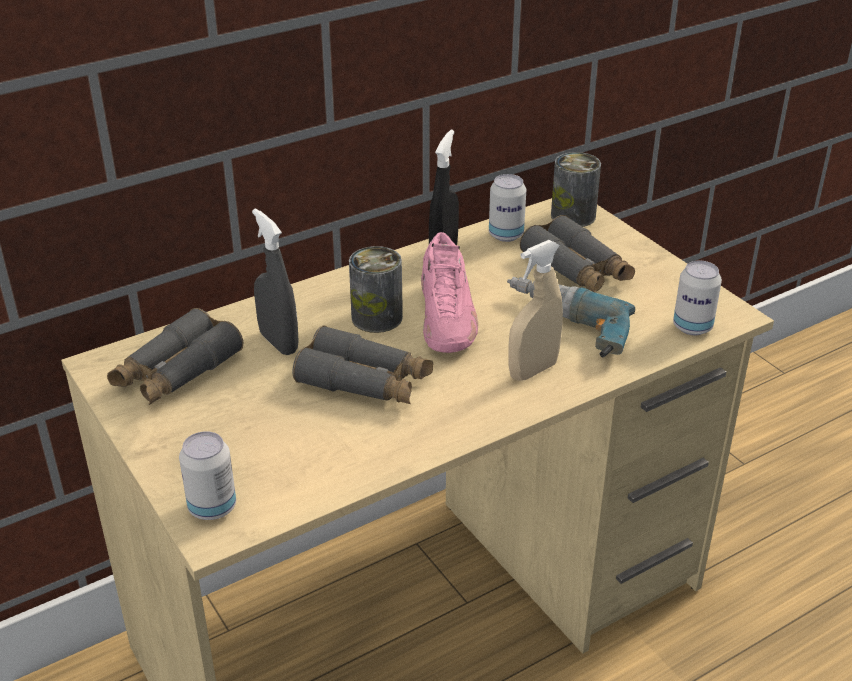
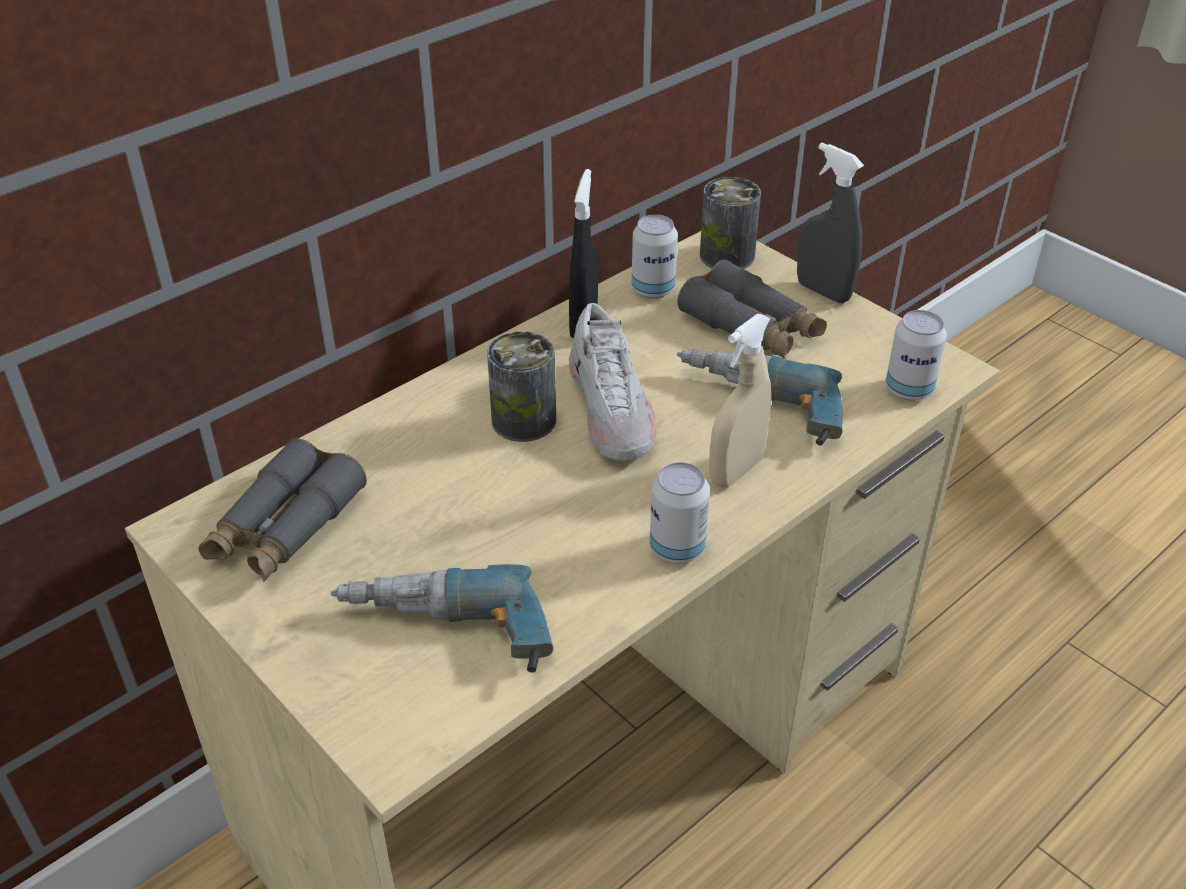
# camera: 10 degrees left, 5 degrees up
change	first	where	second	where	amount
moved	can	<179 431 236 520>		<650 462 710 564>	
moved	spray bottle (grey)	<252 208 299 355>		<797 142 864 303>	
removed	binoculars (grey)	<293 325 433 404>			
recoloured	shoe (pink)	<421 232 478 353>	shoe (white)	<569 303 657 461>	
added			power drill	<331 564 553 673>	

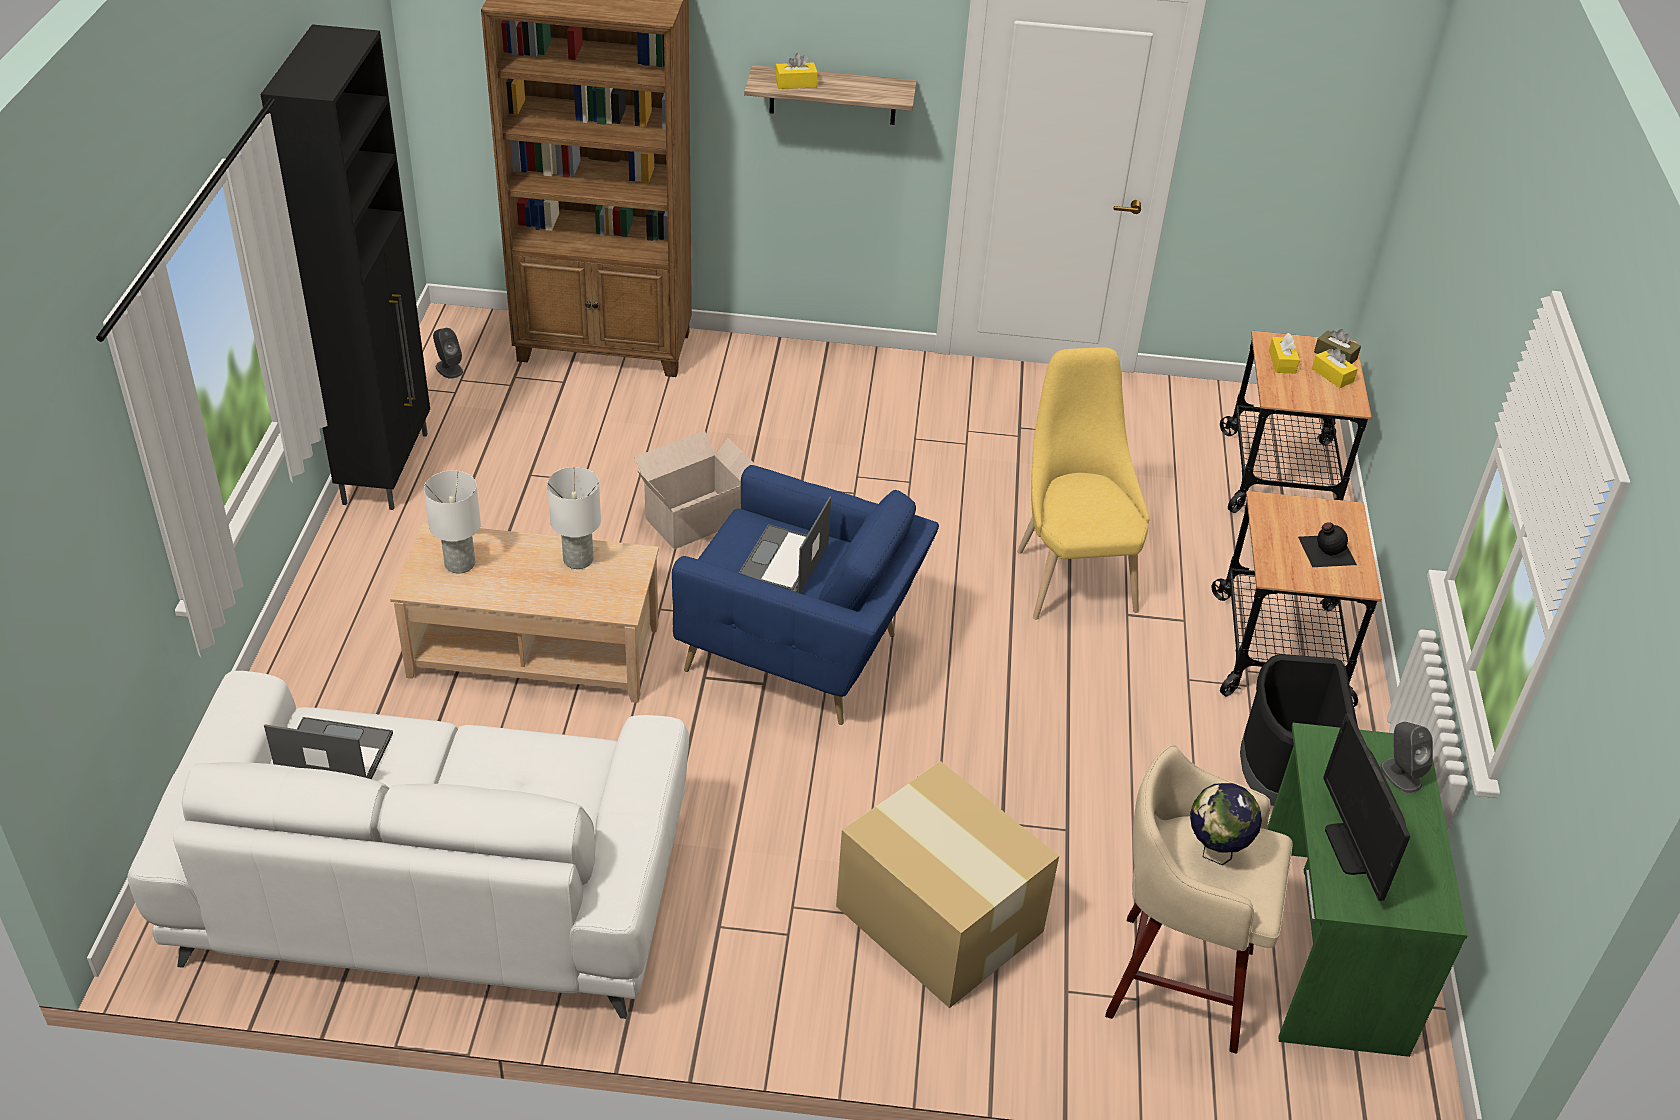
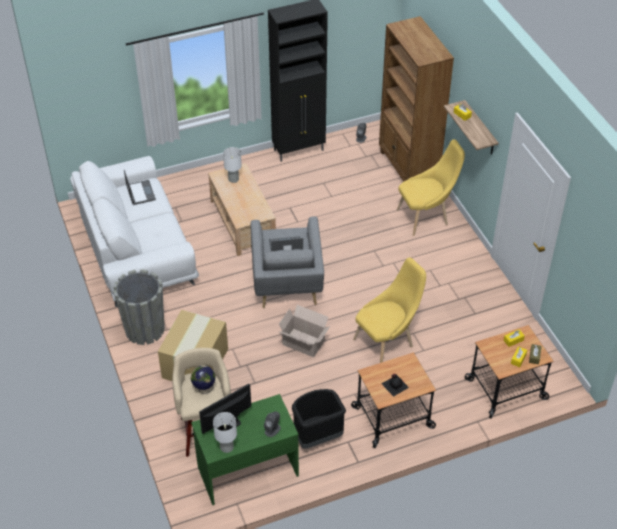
# camera: 65 degrees right, 5 degrees up
change	first	where	second	where	amount
moved	table lamp (white)	<547 467 601 569>		<213 412 237 453>	
moved	cardboard box	<634 430 756 549>		<279 305 330 357>	
recoloured	armchair (blue)	<672 465 939 725>	armchair (grey)	<251 216 324 308>	
added			planter (grey)	<113 269 165 345>	
added			chair (yellow)	<397 139 465 236>	

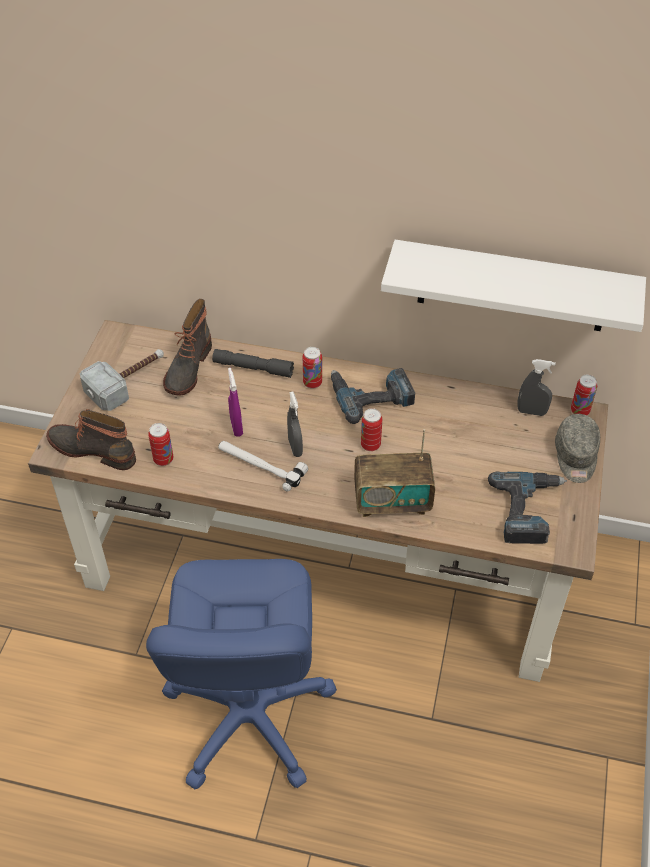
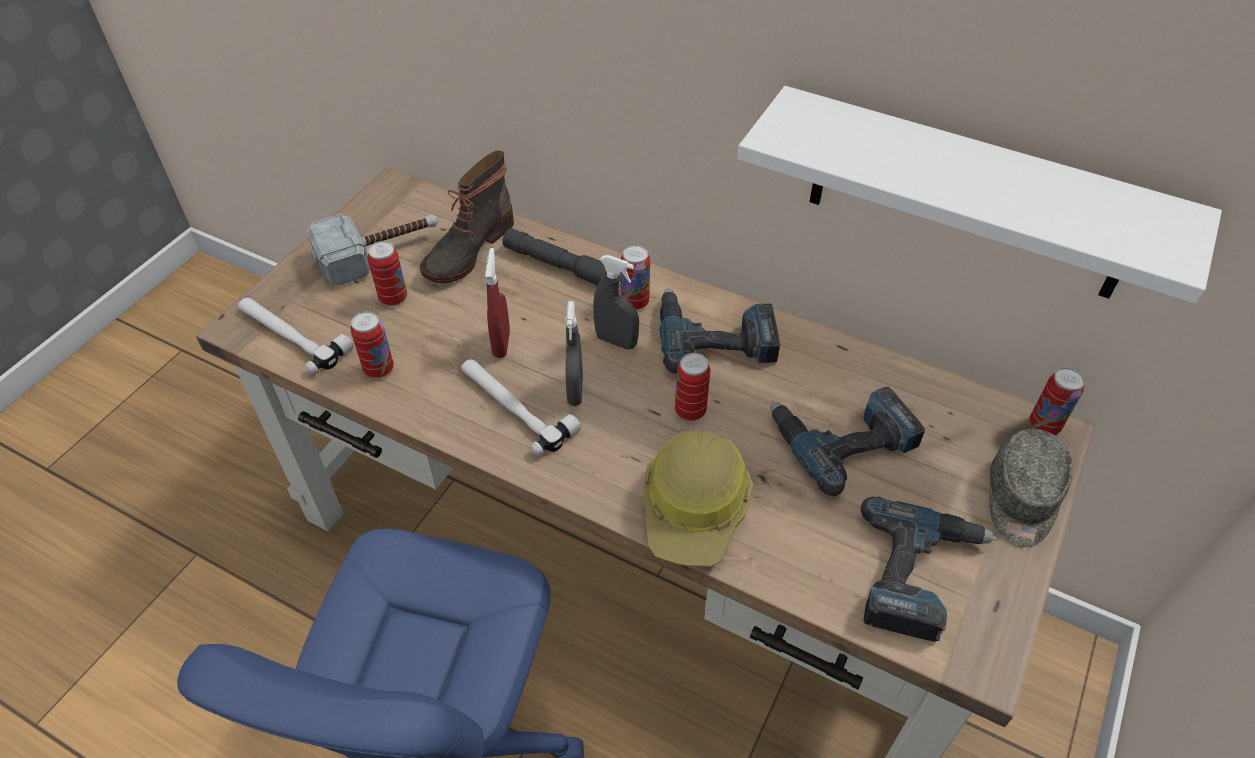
# camera: 15 degrees right, 0 degrees up
change	first	where	second	where	amount
replaced	boot	<46 409 136 470>	hammer	<238 298 353 374>	
recoloured	spray bottle (purple)	<228 368 243 437>	spray bottle (red)	<485 248 510 358>	
replaced	radio	<354 429 435 517>	hard hat	<642 431 753 567>	
moved	spray bottle (grey)	<517 359 556 416>		<593 255 639 350>	
added			can	<368 241 407 306>	
added			power drill	<770 386 925 496>	

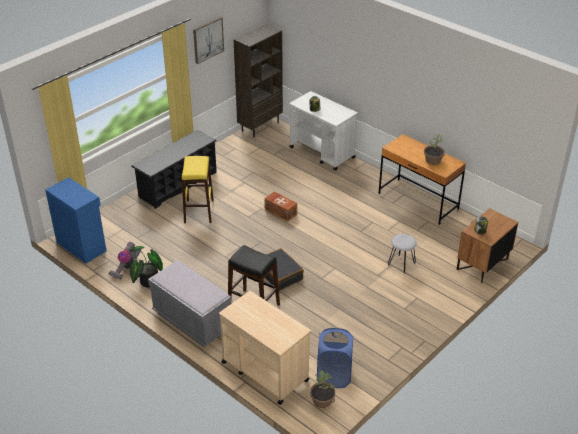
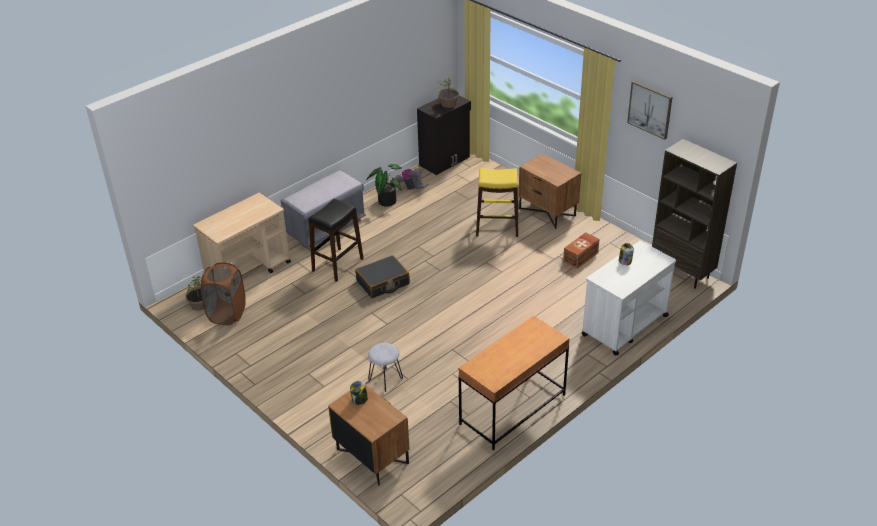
# camera: 95 degrees right, 0 degrees up
change	first	where	second	where	amount
recoloured	cabinet (blue)	<45 177 106 264>	cabinet (black)	<417 95 471 175>	
replaced	shoe rack (black)	<131 130 217 209>	nightstand (brown)	<518 154 581 229>	
moved	storage box (brown)	<264 192 297 222>		<563 232 600 269>	
recoloured	laundry basket (blue)	<317 328 353 388>	laundry basket (brown)	<201 263 245 325>	
moved	potted plant	<424 134 445 165>		<437 76 459 108>	

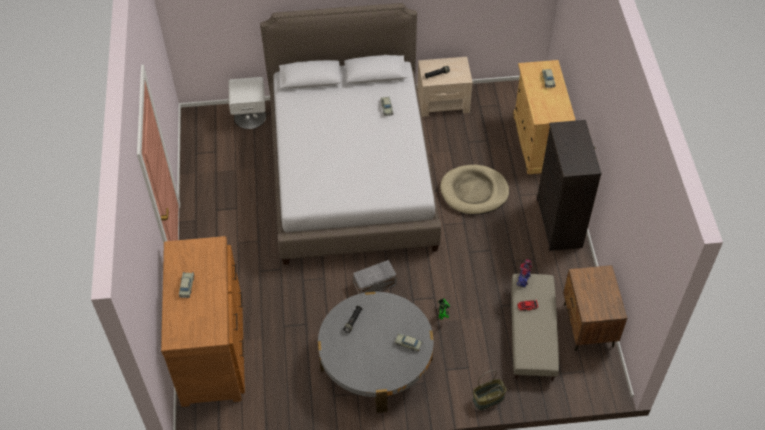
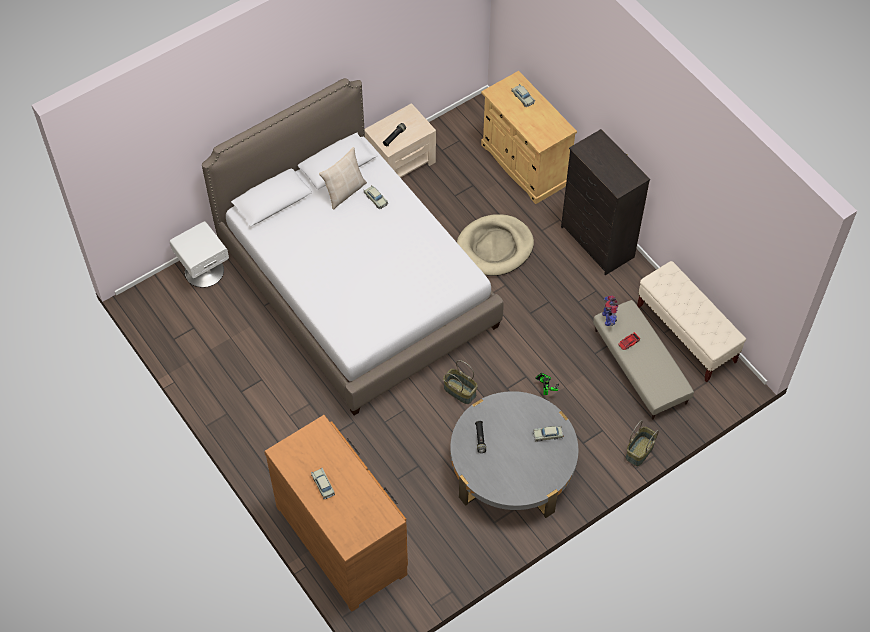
# camera: 30 degrees left, 5 degrees up
change	first	where	second	where	amount
replaced	storage box (grey)	<353 260 397 294>	basket	<443 360 478 404>	
replaced	nightstand (brown)	<563 265 627 351>	bench (beige)	<637 261 746 382>	
added			pillow (beige)	<319 147 367 210>	

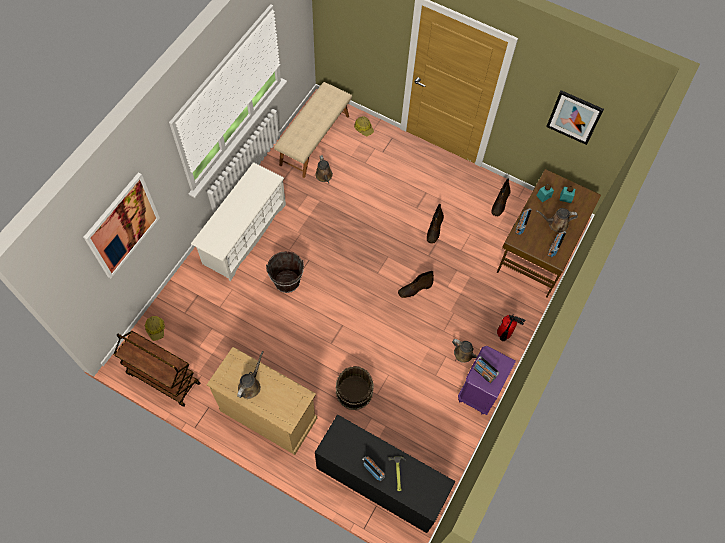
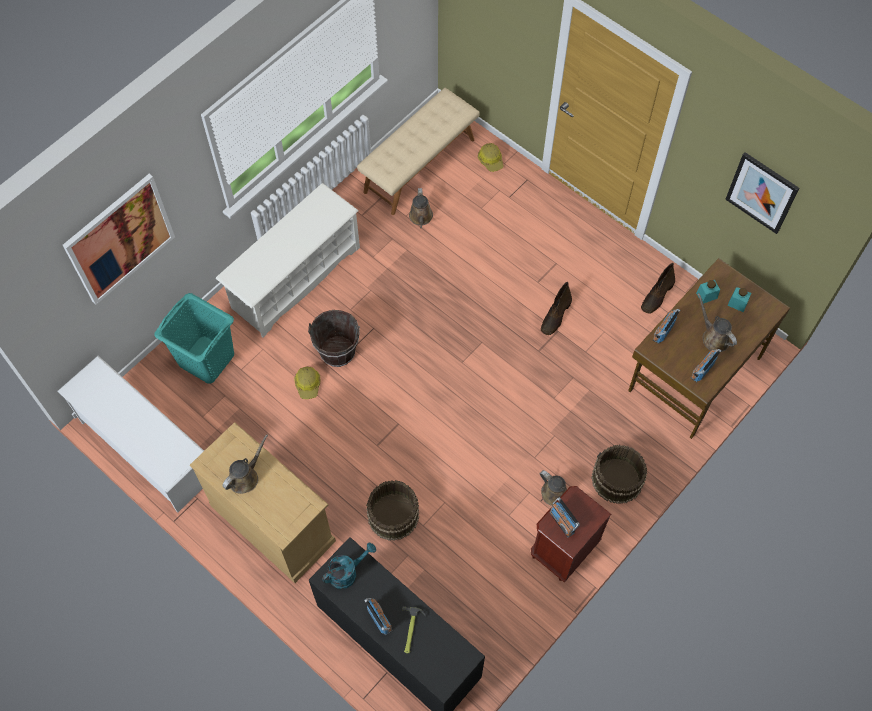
# camera: 15 degrees right, 0 degrees up
change	first	where	second	where	amount
replaced	cart (brown)	<113 331 200 407>	shoe rack (white)	<57 356 204 512>	
moved	hard hat	<145 316 165 341>		<294 367 320 399>	
removed	boot (brown)	<398 271 434 298>			
recoloured	nightstand (purple)	<458 346 516 415>	nightstand (brown)	<531 486 611 583>	
replaced	fire extinguisher	<497 315 525 341>	bucket (brown)	<591 445 647 504>	
turned	watering can (brown)	<536 208 578 233>		<698 293 737 352>	45 degrees clockwise
added			laundry basket (turquoise)	<154 293 234 384>	
added			watering can (turquoise)	<322 542 376 589>	

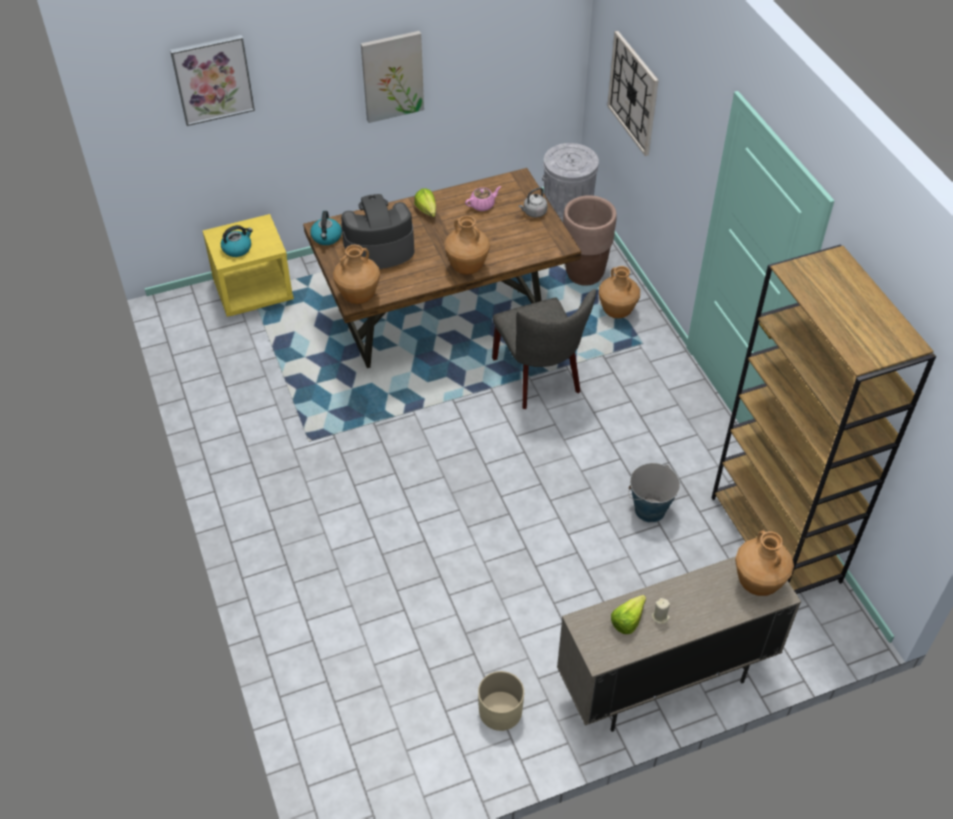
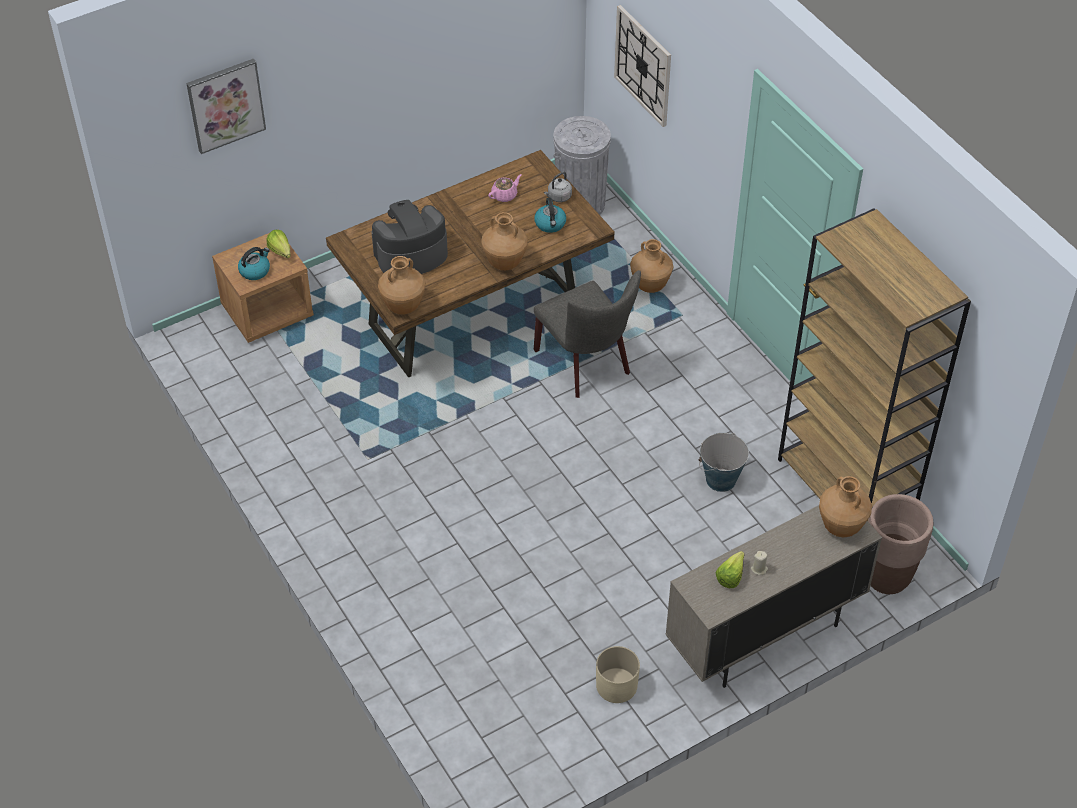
# camera: 10 degrees left, 0 degrees up
change	first	where	second	where	amount
recoloured	nightstand (yellow)	<203 214 294 317>	nightstand (brown)	<212 229 314 343>	
moved	kettle	<310 211 342 245>		<534 198 566 233>	
removed	picture	<361 31 424 123>			
moved	lettuce	<414 189 436 217>		<266 230 291 258>	
moved	planter (brown)	<563 195 617 286>		<868 494 933 594>	

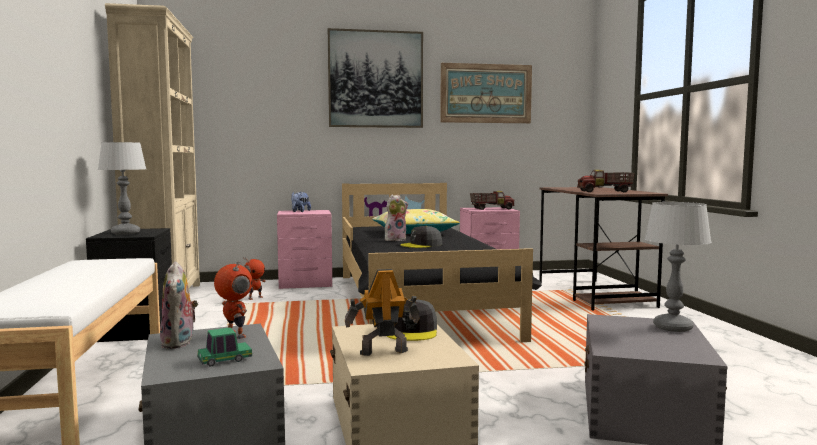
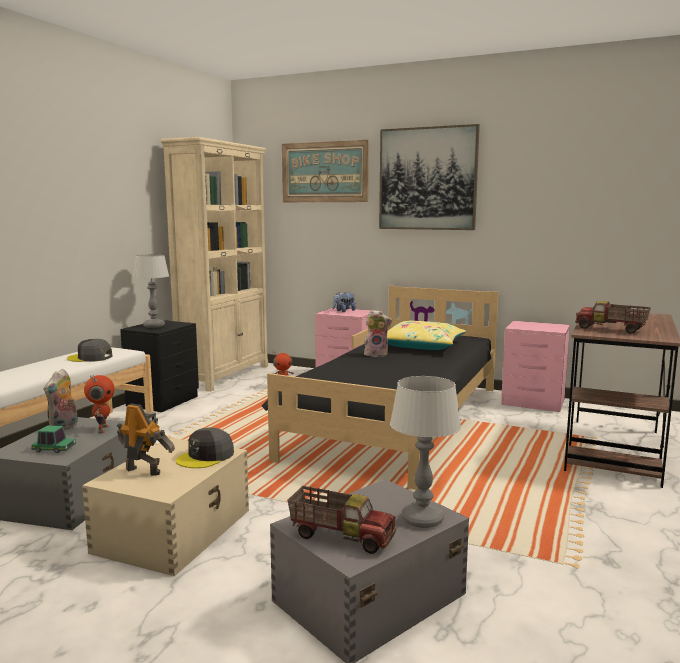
# camera: 35 degrees right, 5 degrees up
change	first	where	second	where	amount
moved	cap (grey)	<400 226 442 248>		<67 339 113 362>	
moved	picture	<440 63 532 123>		<282 140 369 202>	
moved	toy truck	<470 191 515 210>		<287 486 396 554>	

